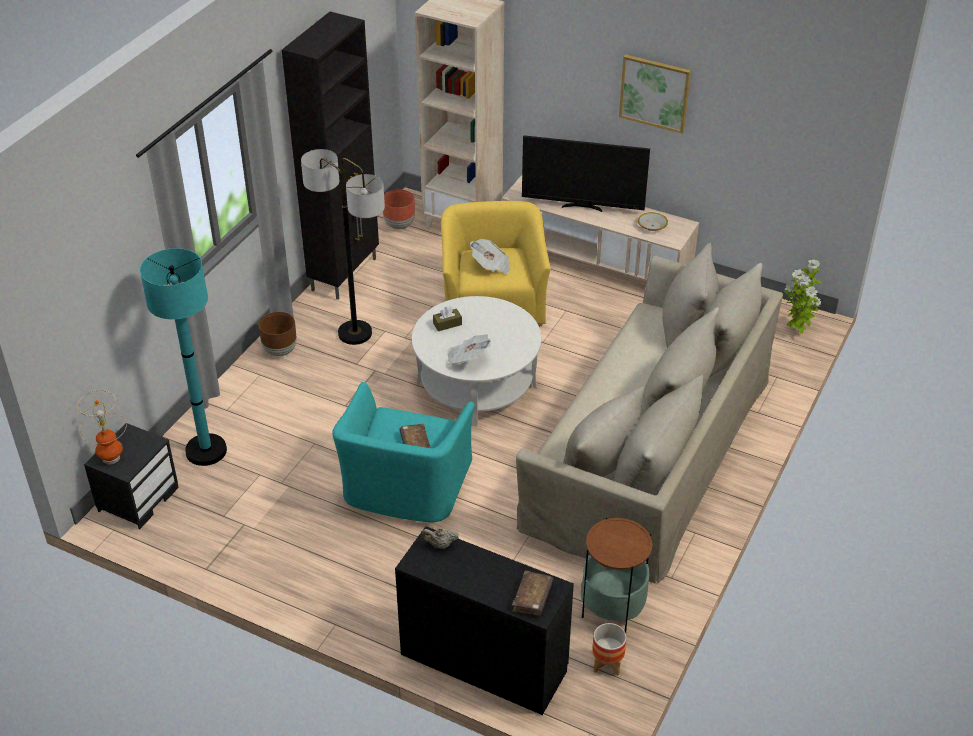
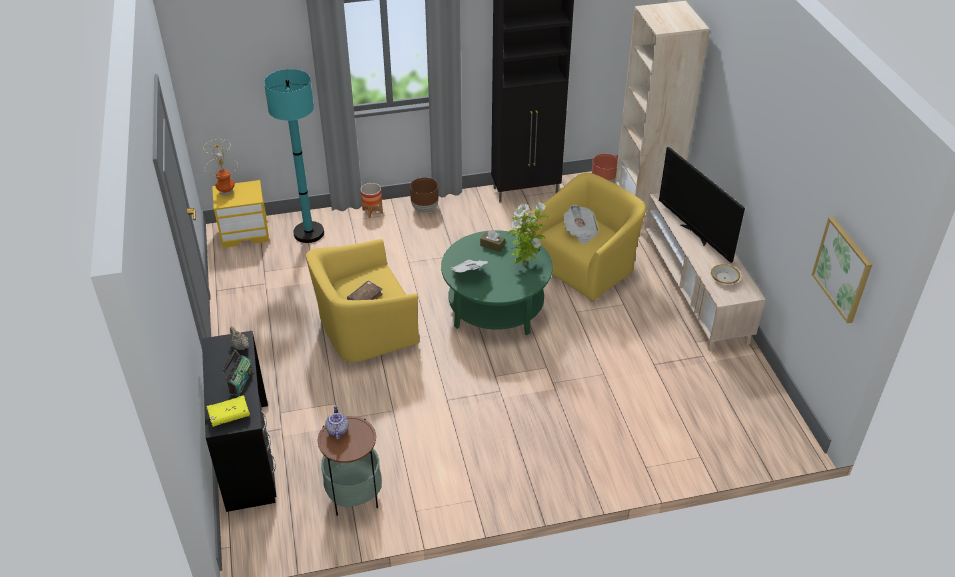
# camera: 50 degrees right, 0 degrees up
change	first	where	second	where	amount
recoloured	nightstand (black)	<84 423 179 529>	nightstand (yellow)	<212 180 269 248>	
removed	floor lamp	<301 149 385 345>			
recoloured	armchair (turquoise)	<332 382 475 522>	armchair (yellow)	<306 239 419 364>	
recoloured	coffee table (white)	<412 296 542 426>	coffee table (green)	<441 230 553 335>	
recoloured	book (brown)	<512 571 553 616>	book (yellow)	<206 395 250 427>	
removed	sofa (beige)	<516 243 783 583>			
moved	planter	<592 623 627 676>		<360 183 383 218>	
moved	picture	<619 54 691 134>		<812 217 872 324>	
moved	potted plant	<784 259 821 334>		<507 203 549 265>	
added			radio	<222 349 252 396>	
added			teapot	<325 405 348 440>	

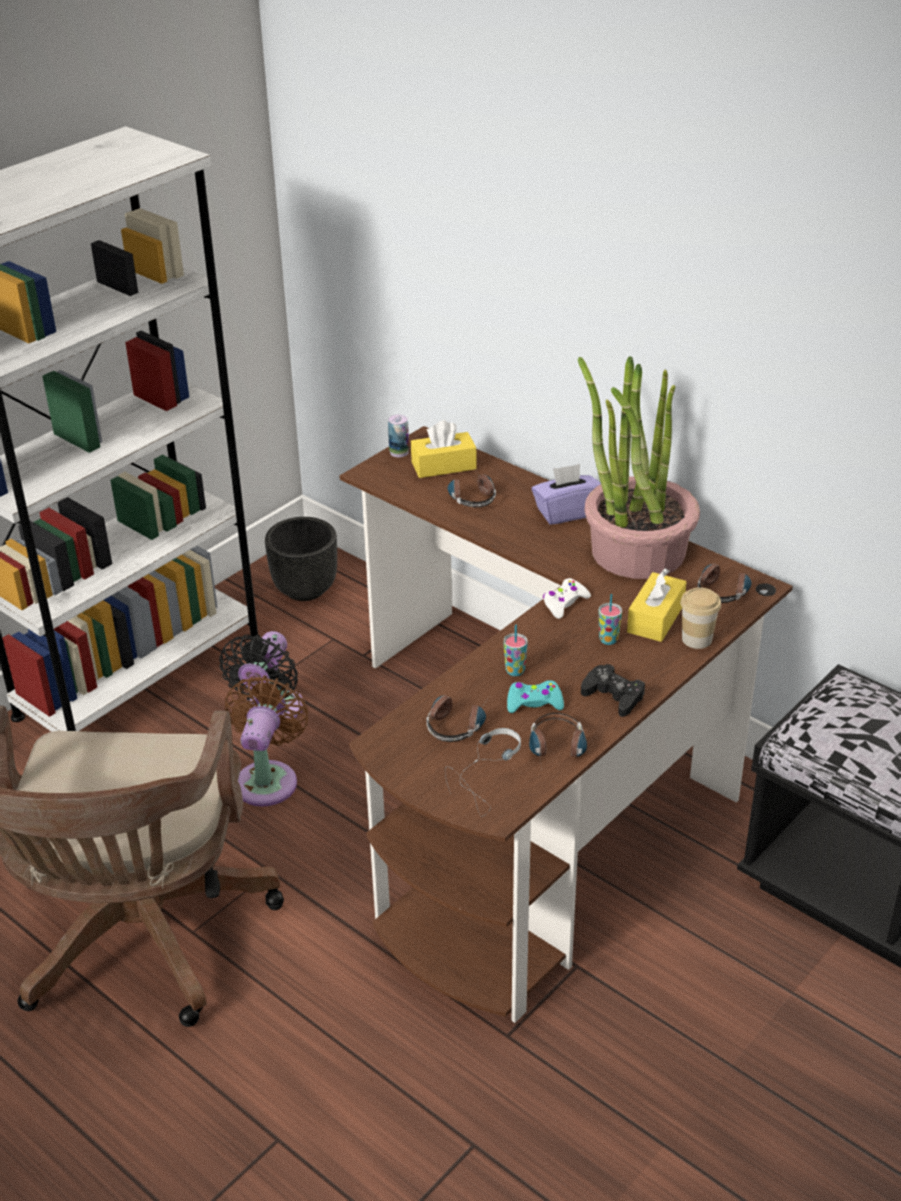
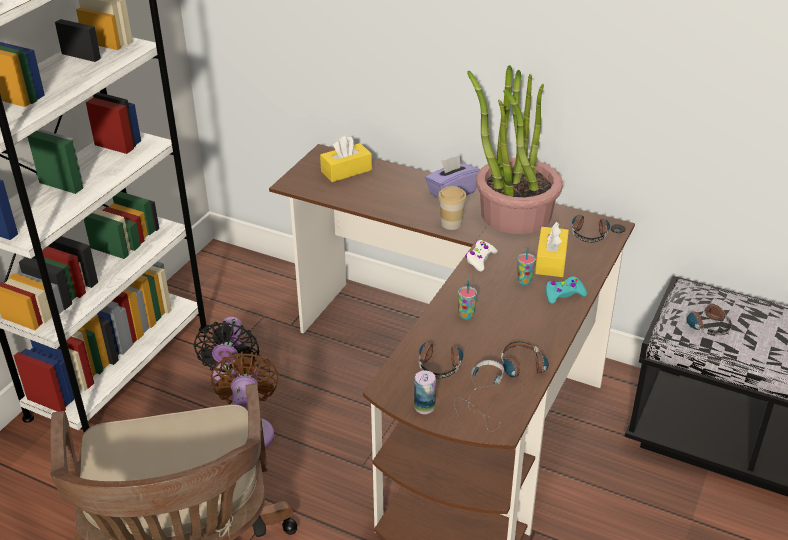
# camera: 15 degrees left, 0 degrees up
change	first	where	second	where	amount
removed	planter (black)	<265 517 337 601>			
moved	can	<388 414 409 457>		<414 371 436 414>	
moved	headphones	<448 468 496 507>		<687 299 732 335>	
moved	game controller (turquoise)	<507 680 564 713>		<546 276 587 304>	
removed	game controller (black)	<581 664 645 717>			
moved	cup	<680 587 721 649>		<438 186 467 230>	

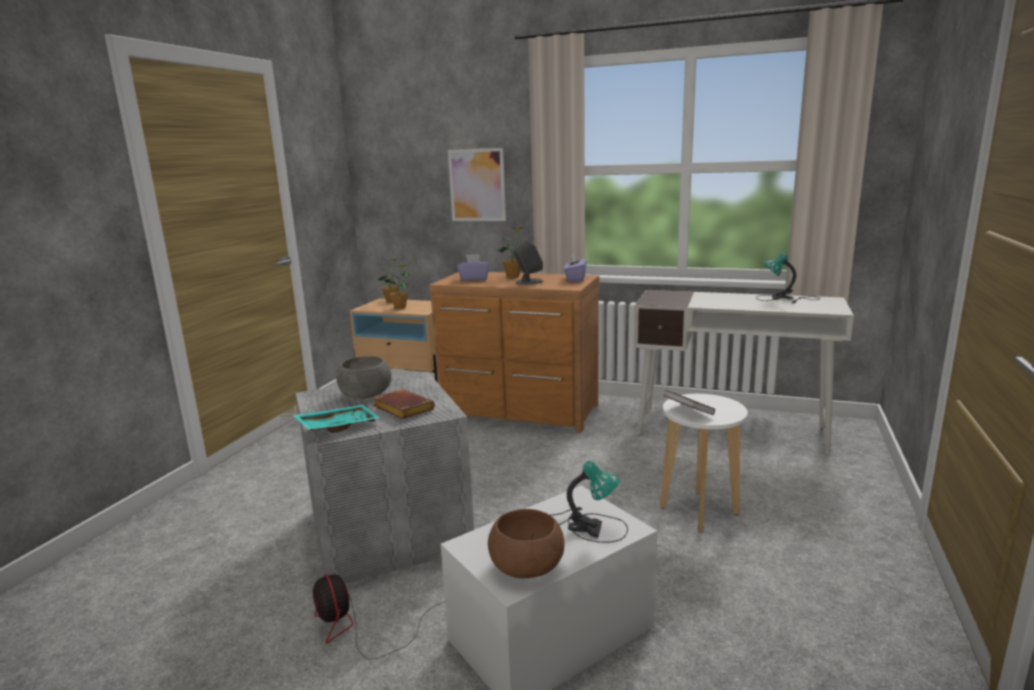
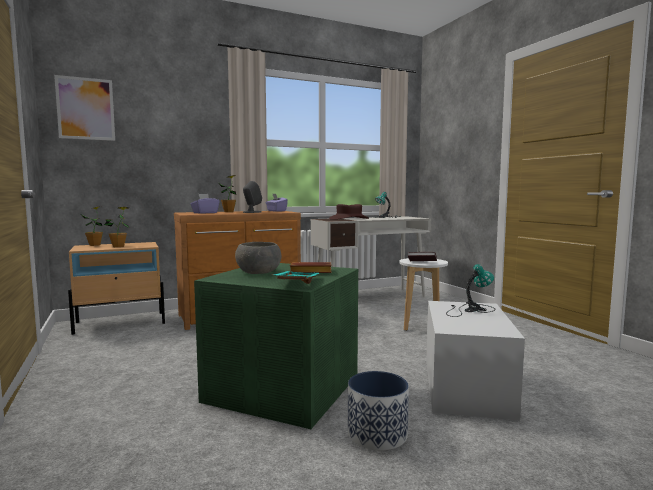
# camera: 45 degrees left, 10 degrees down
change	first	where	second	where	amount
recoloured	storage box (grey)	<296 372 474 584>	storage box (green)	<194 263 358 429>	
replaced	fan	<313 574 444 659>	planter	<348 371 409 451>	
moved	picture	<448 148 506 221>		<54 75 115 141>	
removed	bowl (brown)	<488 509 565 578>			
added			hat (brown)	<329 204 369 220>	

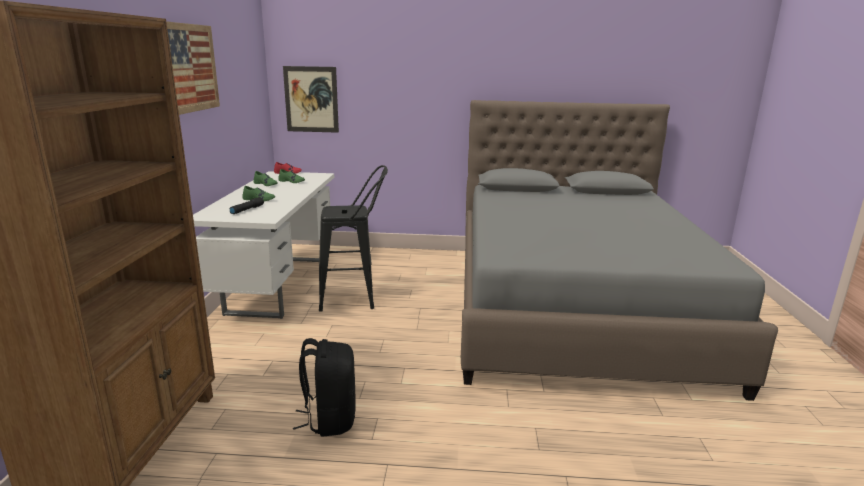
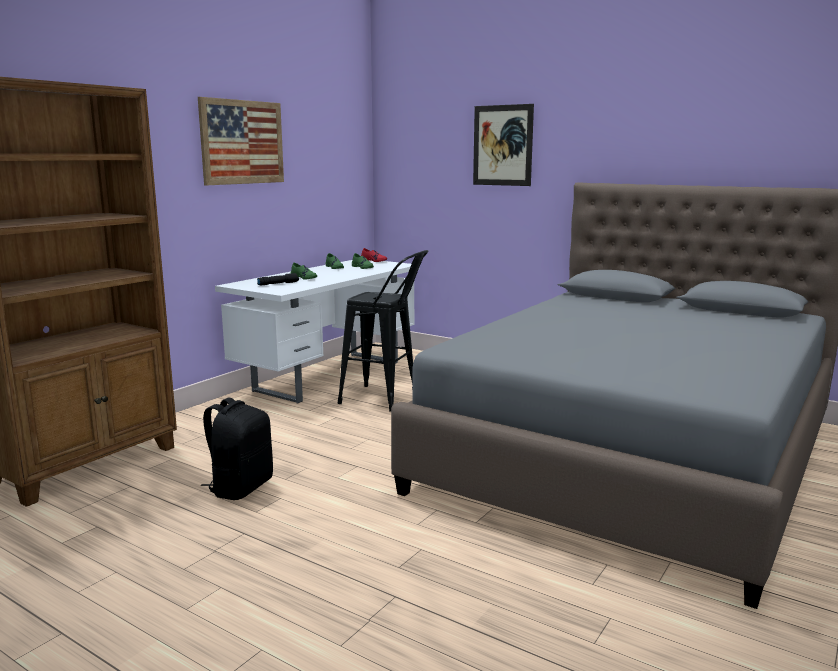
# camera: 30 degrees right, 5 degrees down
change	first	where	second	where	amount
moved	picture	<283 66 339 133>		<473 104 534 186>	

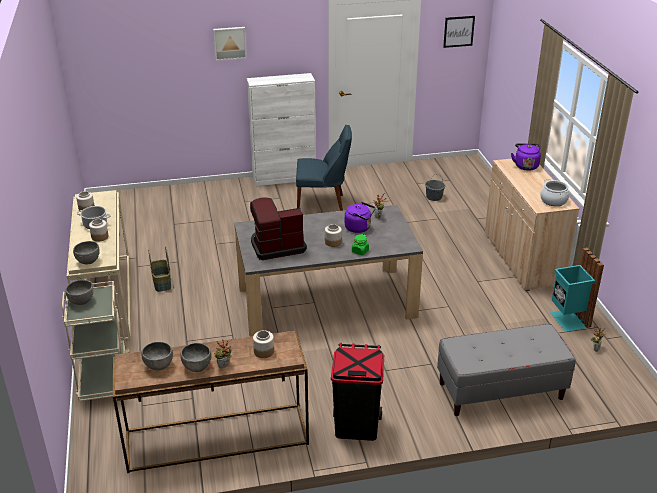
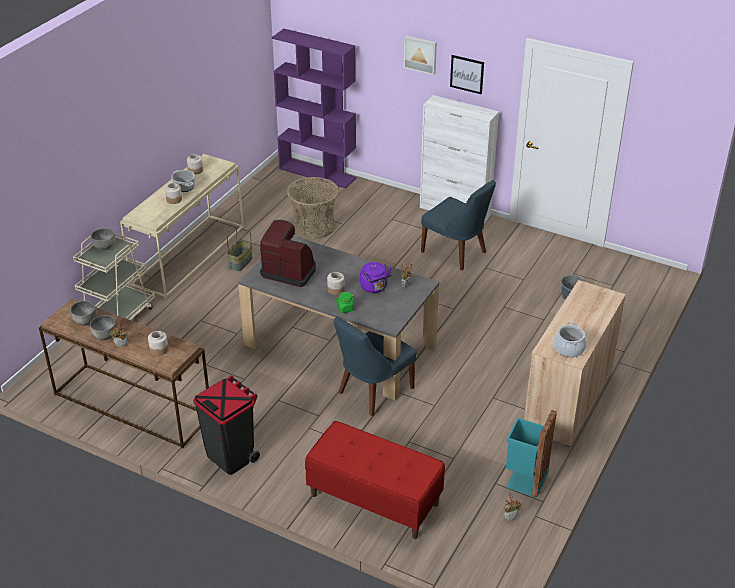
# camera: 40 degrees right, 5 degrees up
change	first	where	second	where	amount
removed	bowl (grey)	<73 241 100 264>			
recoloured	bench (grey)	<437 324 575 416>	bench (red)	<305 421 445 539>	
moved	picture	<443 16 475 48>		<450 55 484 95>	
removed	kettle (purple)	<511 144 541 171>			
added			bookcase (purple)	<272 29 356 188>	
added			basket	<287 177 339 239>	
added			chair (blue)	<334 317 417 416>	

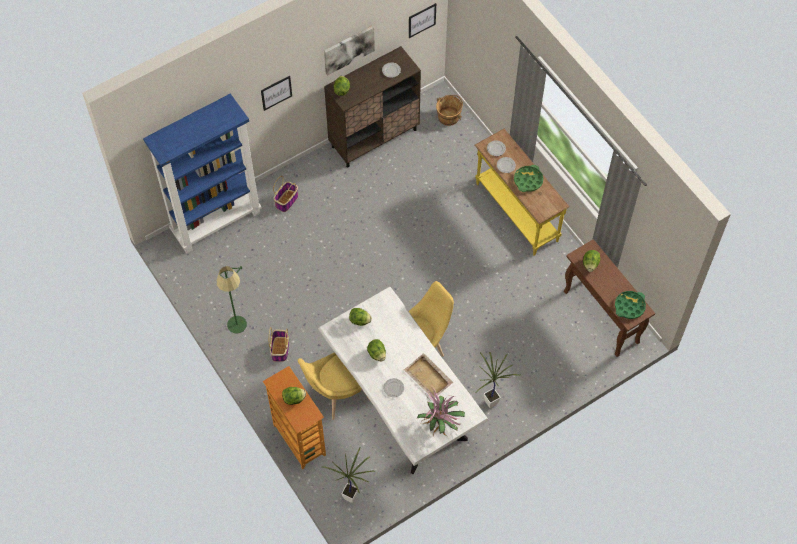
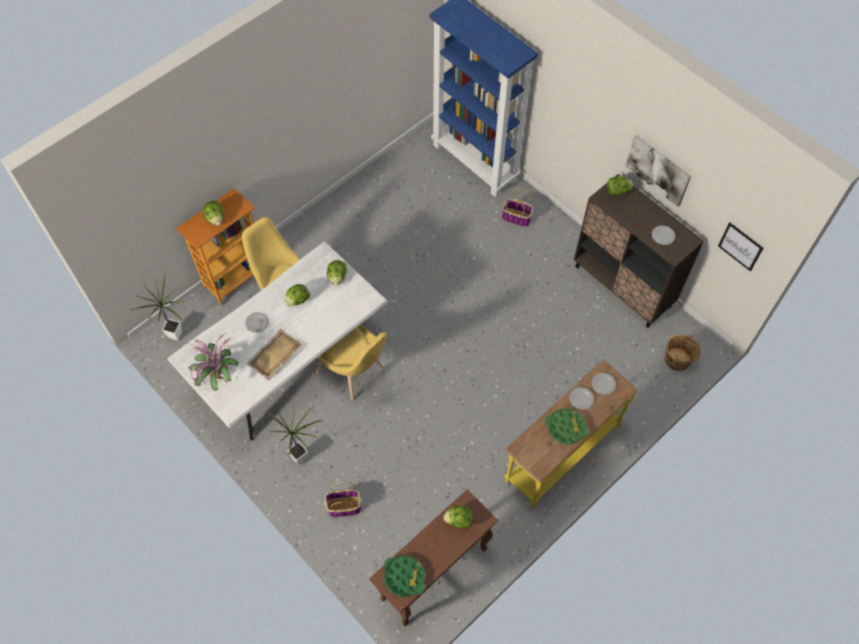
# camera: 80 degrees right, 0 degrees up
change	first	where	second	where	amount
removed	floor lamp (green)	<217 266 247 334>			
removed	picture	<261 76 292 111>			
moved	basket	<269 327 289 362>		<324 482 361 517>	

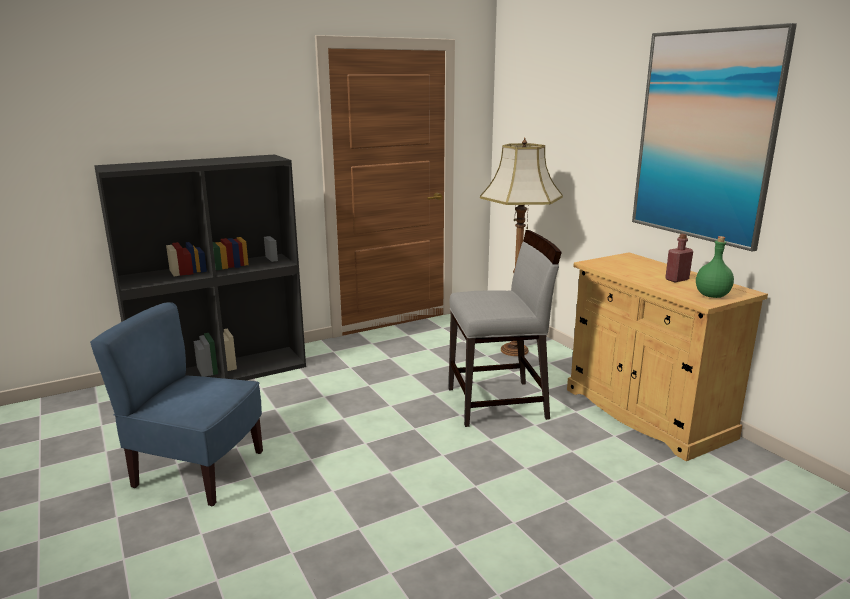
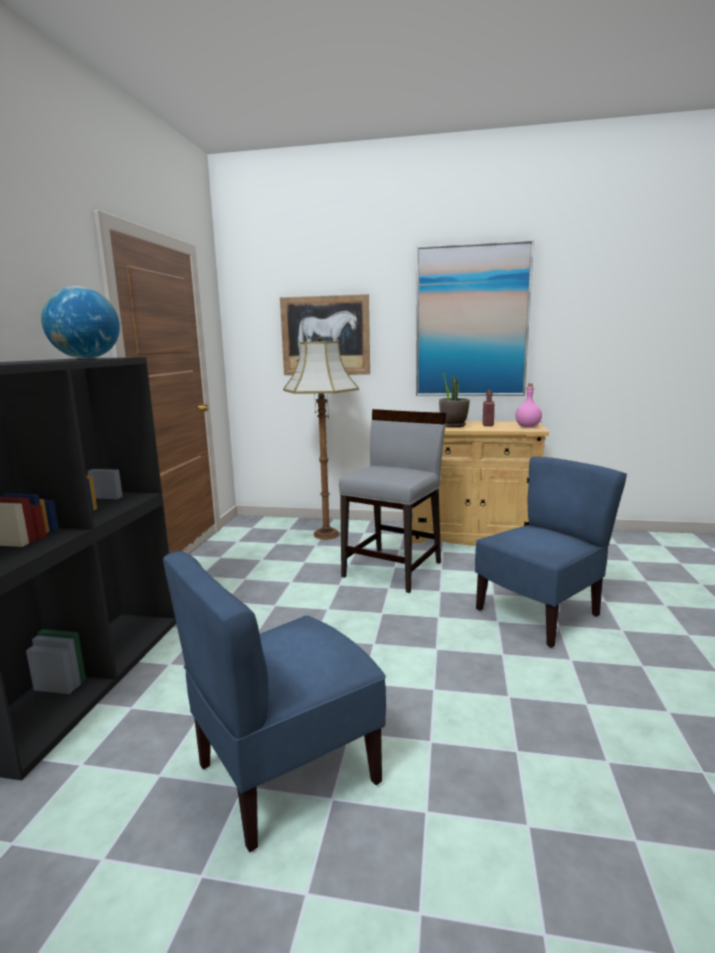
# camera: 50 degrees left, 5 degrees down
change	first	where	second	where	amount
recoloured	bottle (green)	<696 236 734 298>	bottle (pink)	<516 383 542 427>	
added			globe	<41 286 120 359>	
added			picture	<280 294 370 375>	
added			potted plant	<439 370 470 427>	
added			chair (blue)	<475 457 627 648>	

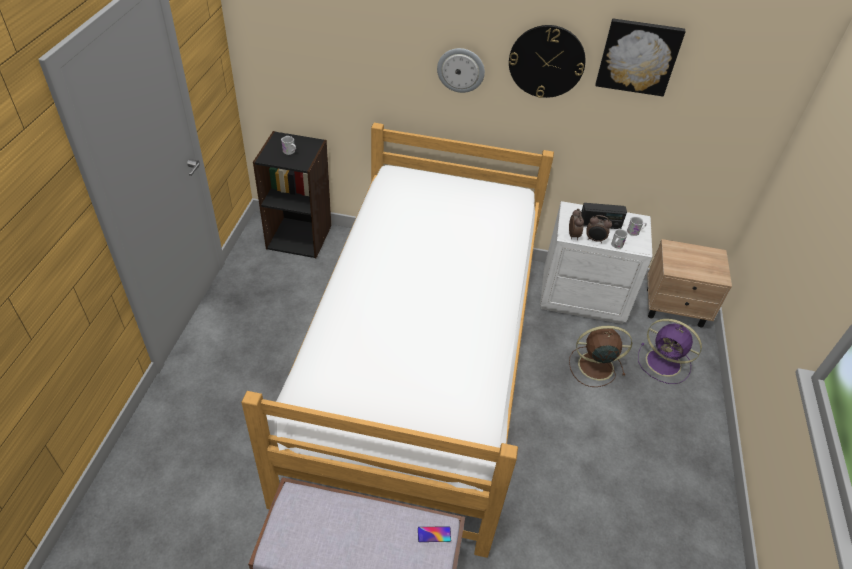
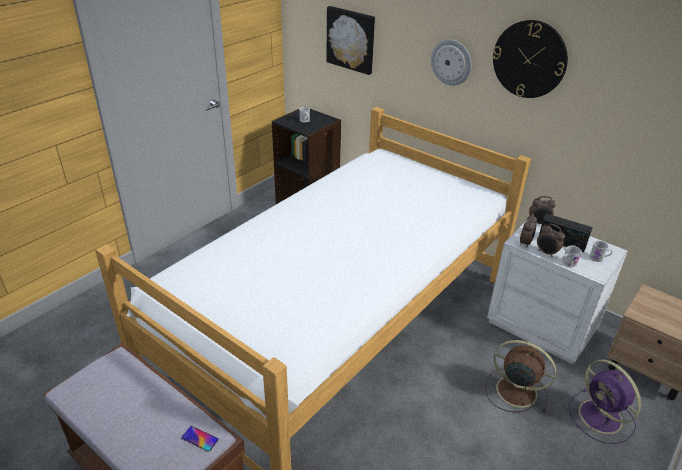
# camera: 30 degrees right, 10 degrees down
change	first	where	second	where	amount
moved	picture	<596 18 686 96>		<326 6 375 75>	
added			alarm clock	<529 196 556 224>	

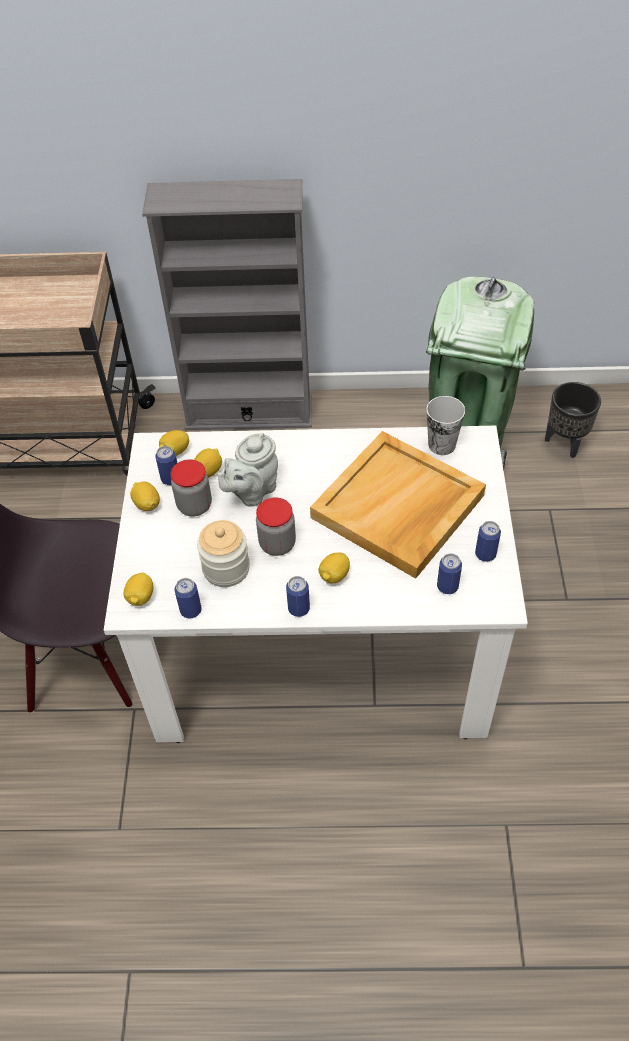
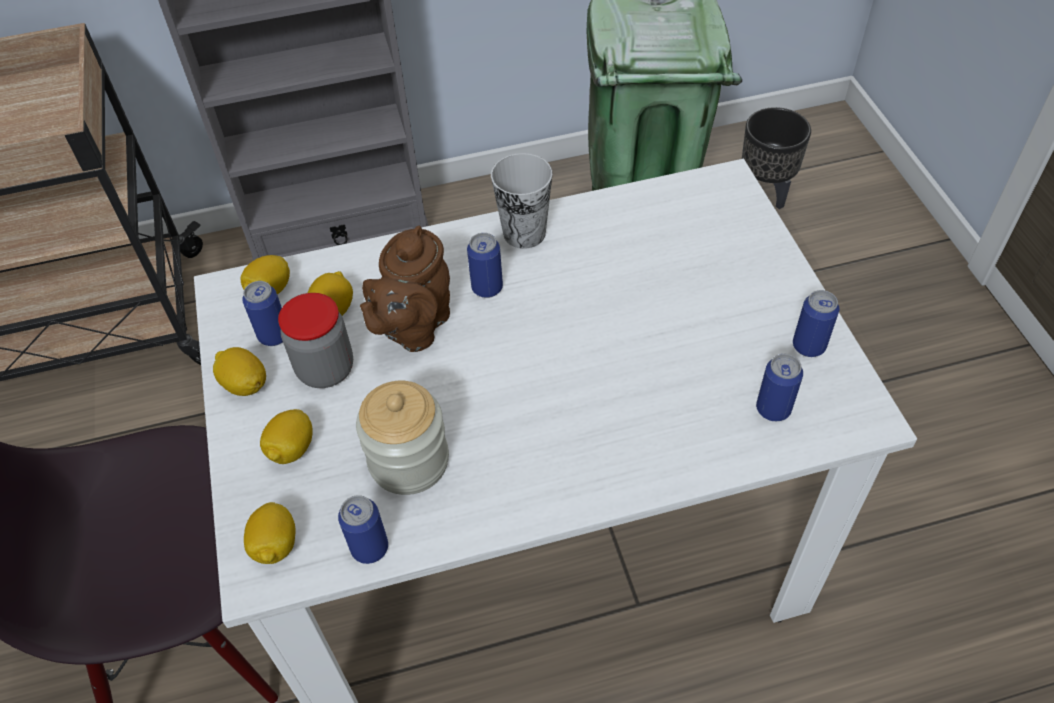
# camera: 15 degrees left, 0 degrees up
change	first	where	second	where	amount
recoloured	teapot (grey)	<217 433 278 507>	teapot (brown)	<360 226 450 352>	
removed	jar	<256 497 296 556>			
moved	can	<286 576 310 617>		<467 233 503 298>	
removed	tray (beige)	<310 431 486 579>			
moved	lemon	<319 553 350 583>		<260 409 313 464>	
moved	cup	<427 396 465 455>		<491 153 552 249>	

